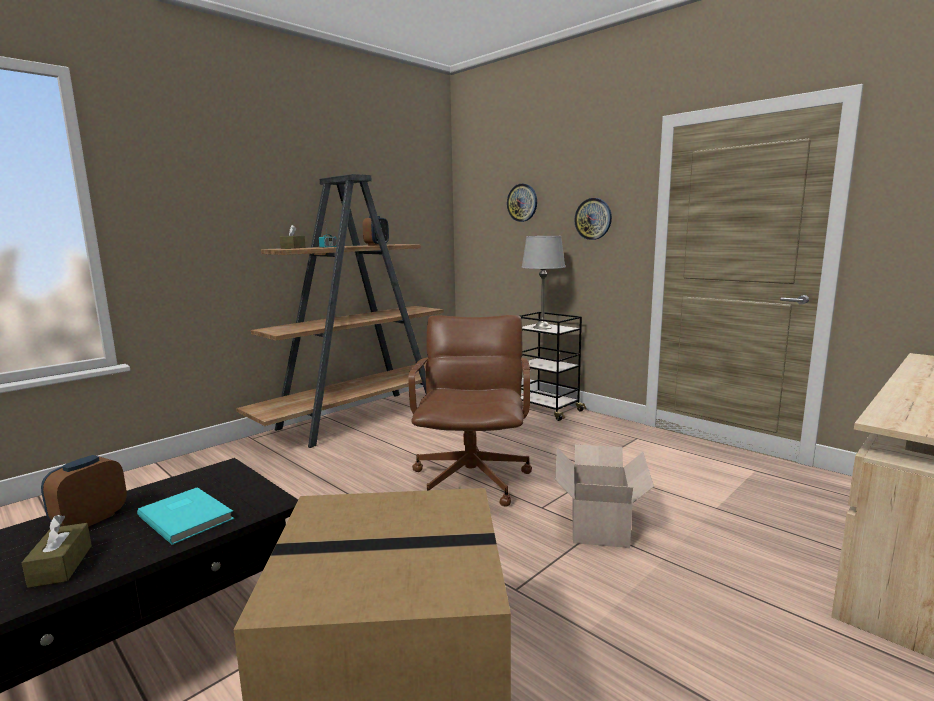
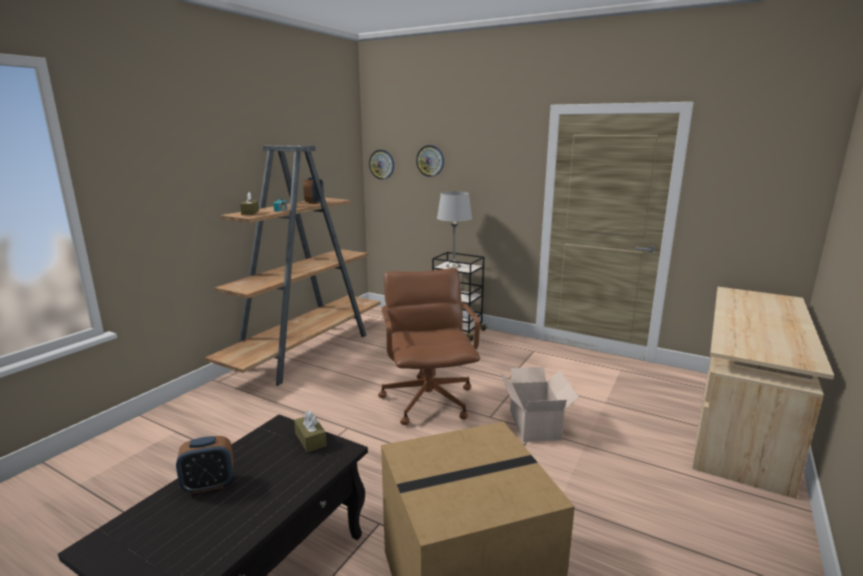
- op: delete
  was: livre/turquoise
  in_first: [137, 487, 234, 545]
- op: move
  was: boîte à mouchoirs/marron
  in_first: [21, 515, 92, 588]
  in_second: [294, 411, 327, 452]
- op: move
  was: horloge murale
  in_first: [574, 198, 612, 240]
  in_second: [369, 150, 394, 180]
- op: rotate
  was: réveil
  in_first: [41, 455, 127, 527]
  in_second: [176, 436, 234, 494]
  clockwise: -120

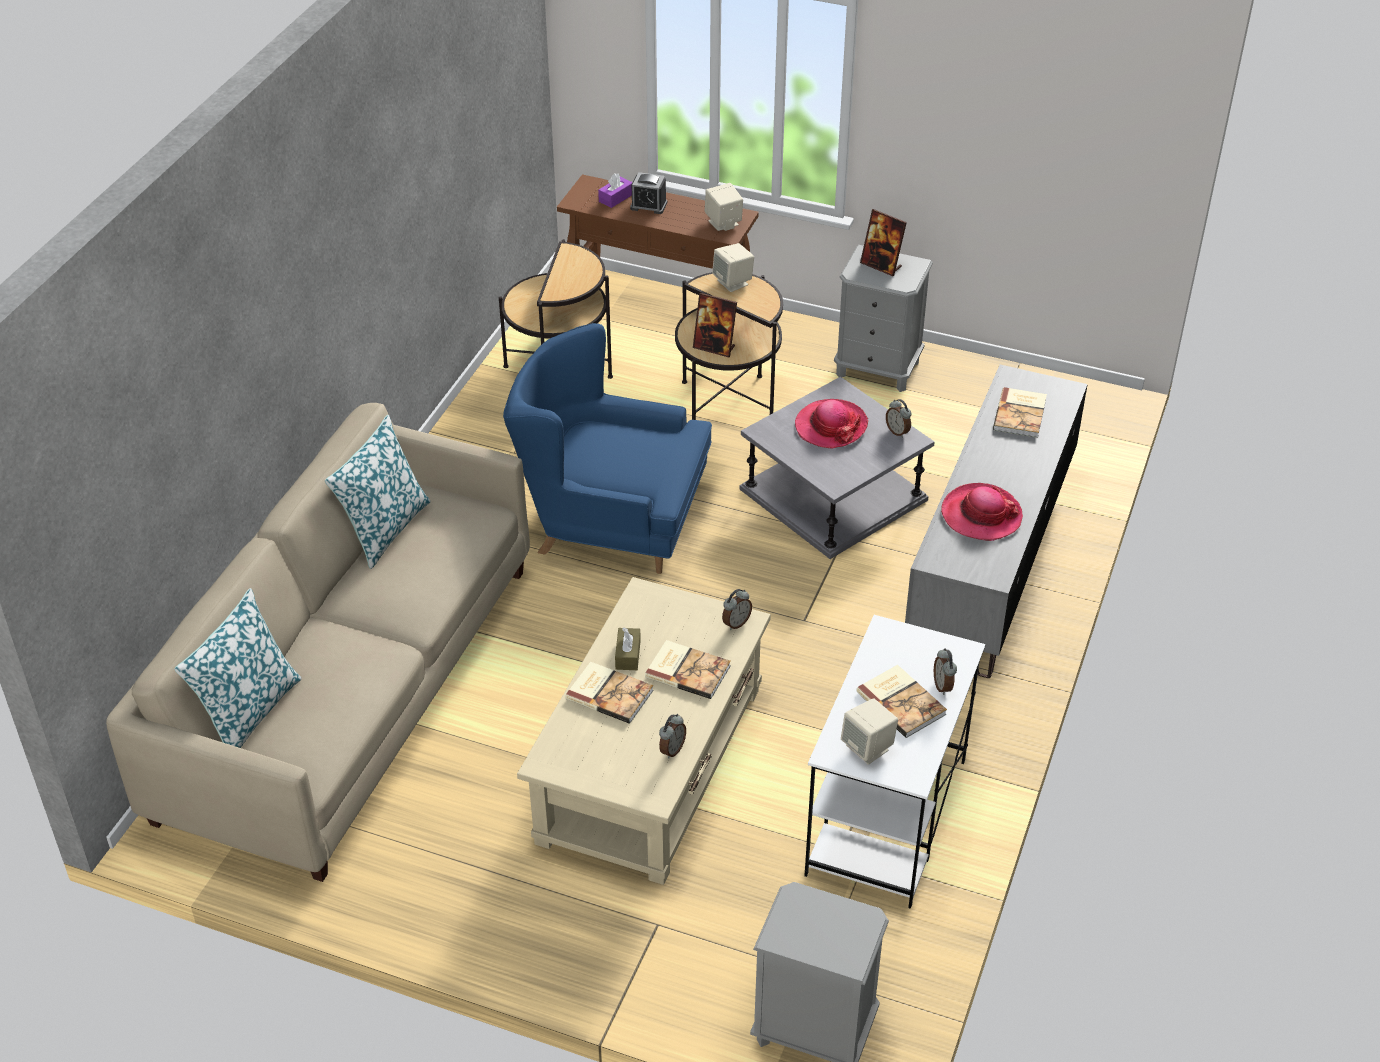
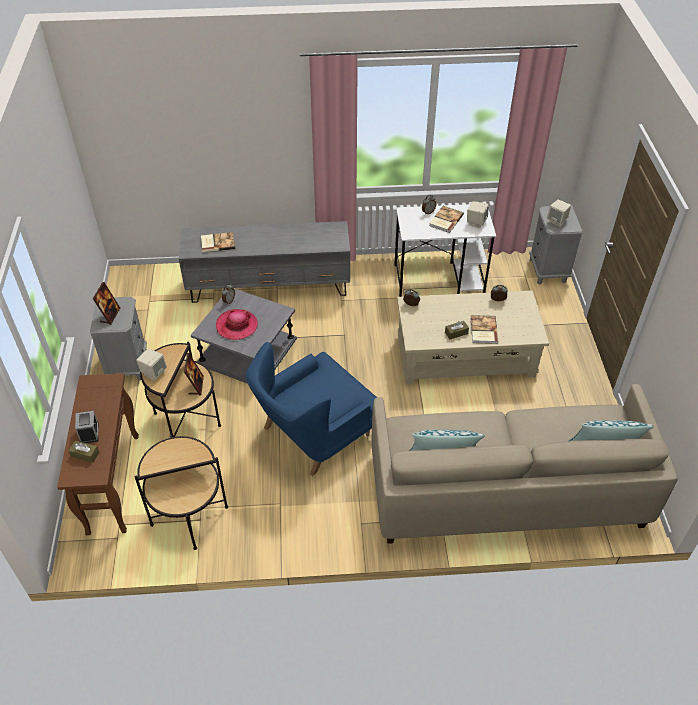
- op: delete
  was: livre
  in_first: [645, 640, 731, 699]
- op: delete
  was: chapeau
  in_first: [941, 483, 1023, 541]
- op: move
  was: enceinte/beige
  in_first: [705, 183, 743, 231]
  in_second: [547, 199, 571, 227]
- op: recolor
  was: boîte à mouchoirs/violet
  now: boîte à mouchoirs/marron
  in_first: [598, 173, 632, 208]
  in_second: [69, 441, 99, 462]
- op: rotate
  was: fauteuil/bleu
  in_first: [503, 323, 712, 574]
  in_second: [246, 342, 377, 476]
  clockwise: 60

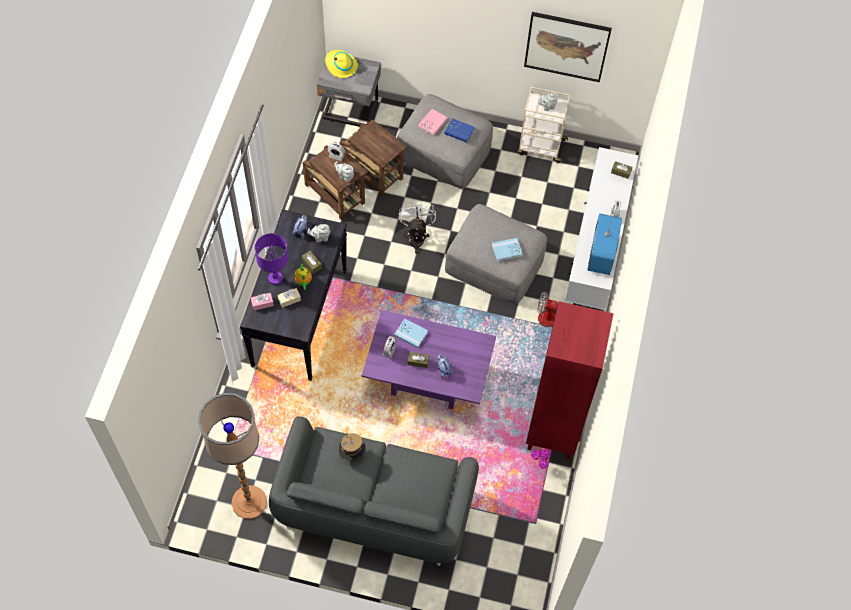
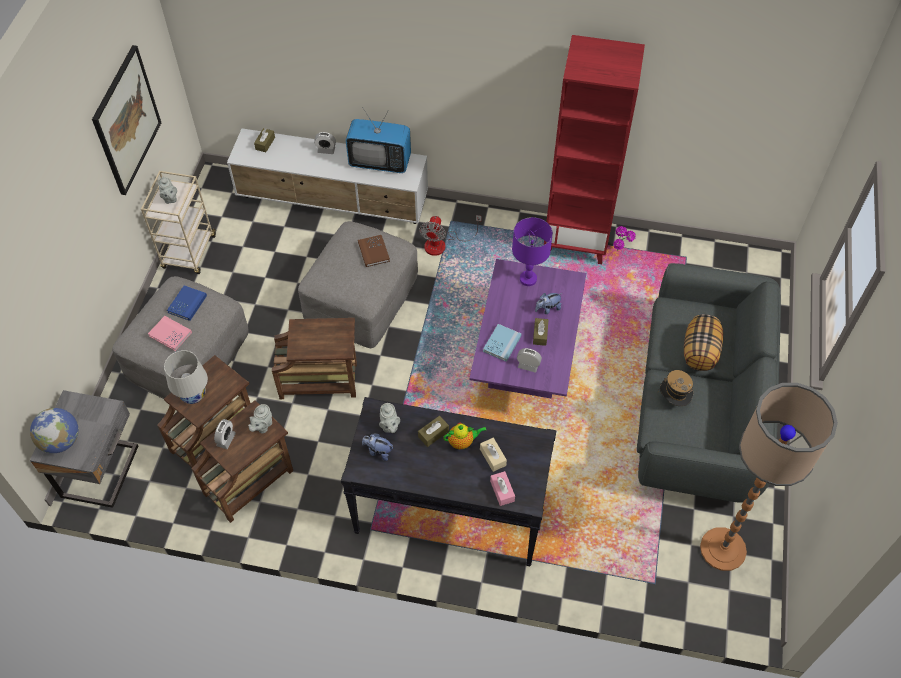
- op: insert
  now: lampe de table/blanc
  in_second: [164, 350, 208, 404]
- op: insert
  now: coussin
  in_second: [684, 314, 723, 371]
- op: move
  was: lampe de table/violet
  in_first: [255, 233, 289, 285]
  in_second: [512, 217, 553, 286]
- op: replace
  was: chapeau/jaune
  now: globe
  in_first: [325, 50, 358, 78]
  in_second: [30, 408, 78, 453]
- op: replace
  was: ventilateur/blanc
  now: table d'appoint/marron
  in_first: [399, 200, 436, 254]
  in_second: [272, 318, 357, 399]
- op: recolor
  was: livre/bleu
  now: livre/marron
  in_first: [492, 238, 522, 261]
  in_second: [358, 235, 390, 267]

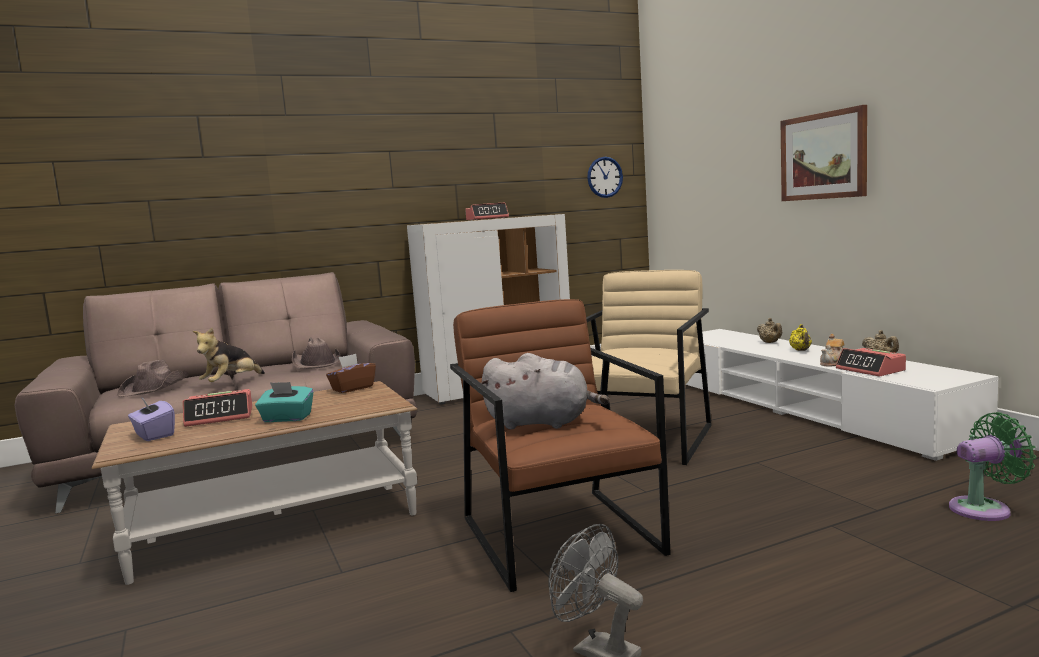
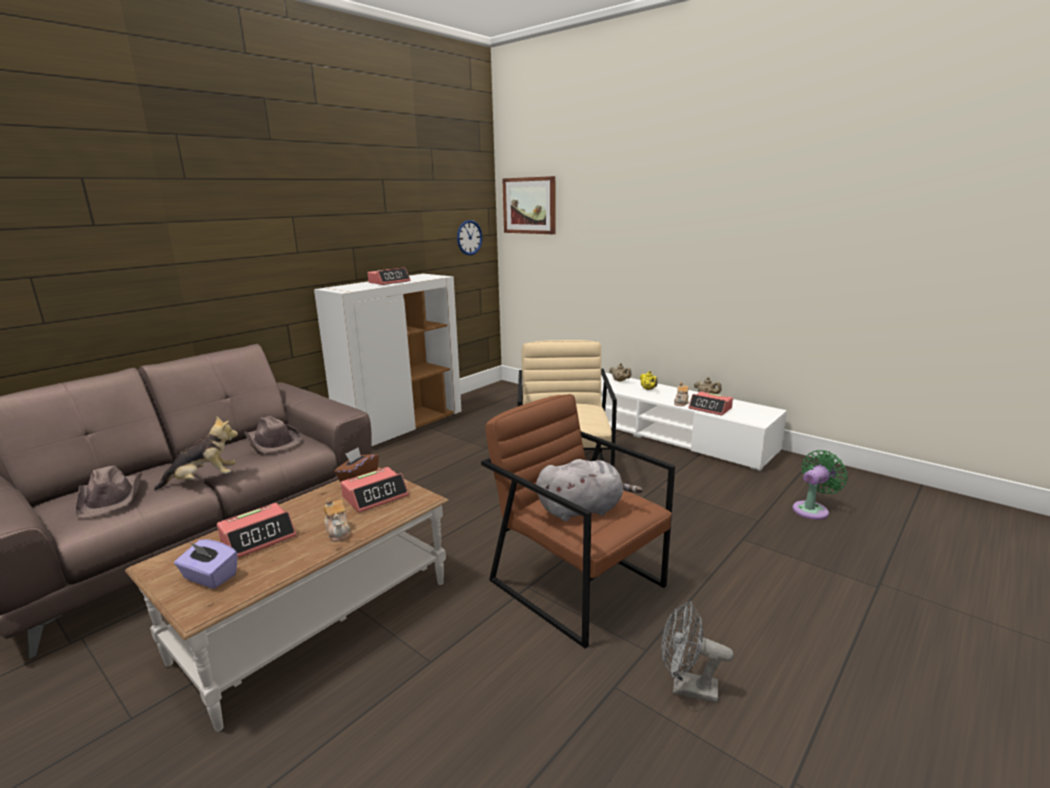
- op: insert
  now: réveil
  in_second: [341, 467, 409, 513]
- op: move
  was: tableau
  in_first: [780, 105, 867, 201]
  in_second: [502, 176, 555, 234]
- op: replace
  was: boîte à mouchoirs/turquoise
  now: théière
  in_first: [255, 382, 314, 422]
  in_second: [323, 497, 351, 542]
- op: rotate
  was: peluche
  in_first: [193, 328, 265, 382]
  in_second: [154, 416, 238, 491]
  clockwise: -120

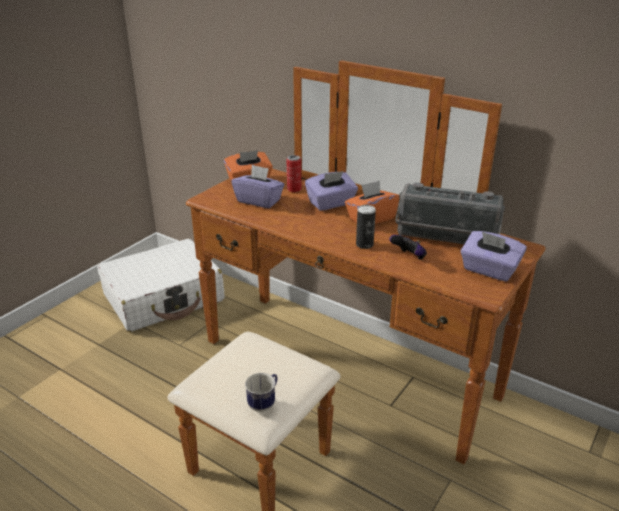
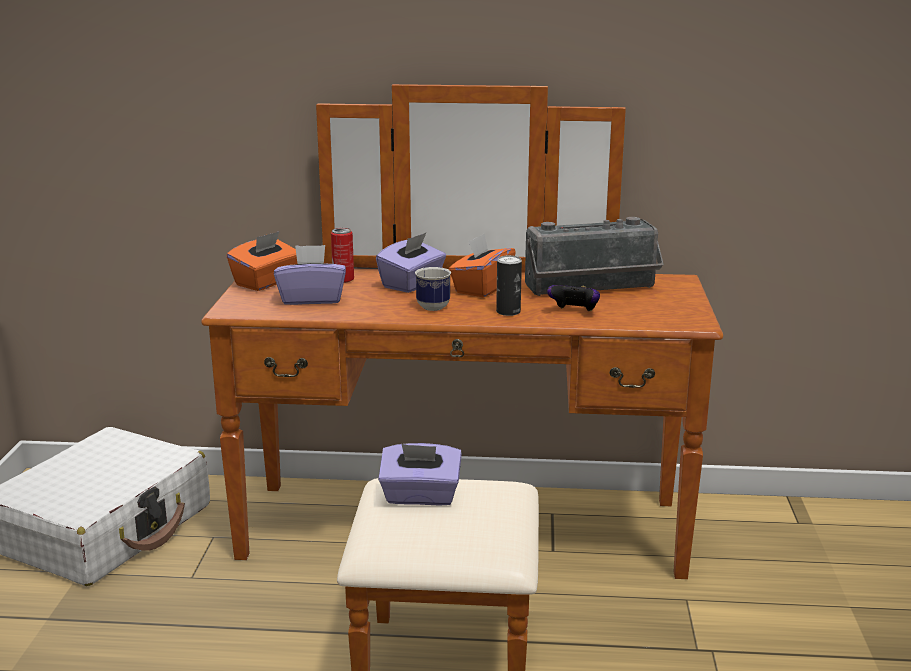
- op: move
  was: mug
  in_first: [245, 373, 277, 412]
  in_second: [415, 267, 451, 311]
- op: move
  was: boîte à mouchoirs/violet
  in_first: [461, 231, 527, 282]
  in_second: [378, 443, 462, 506]

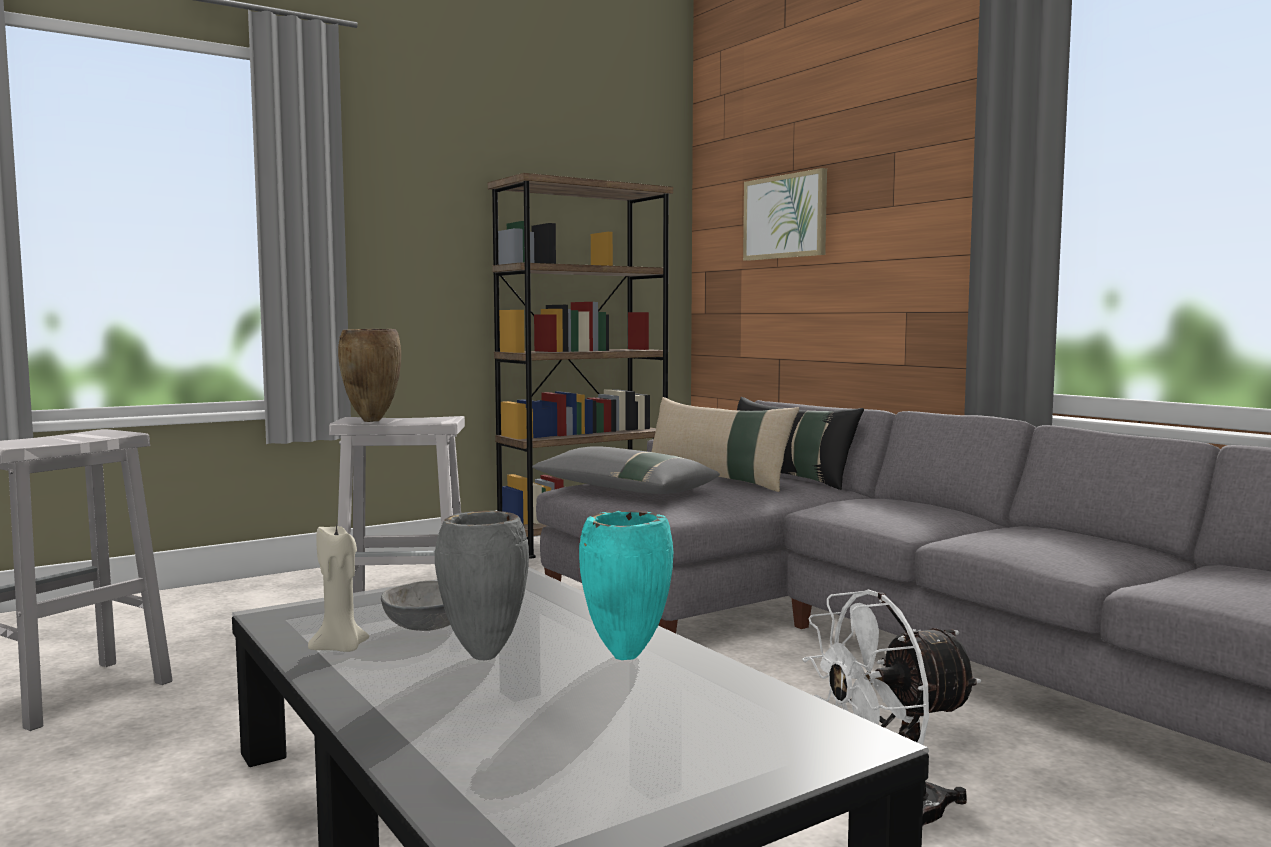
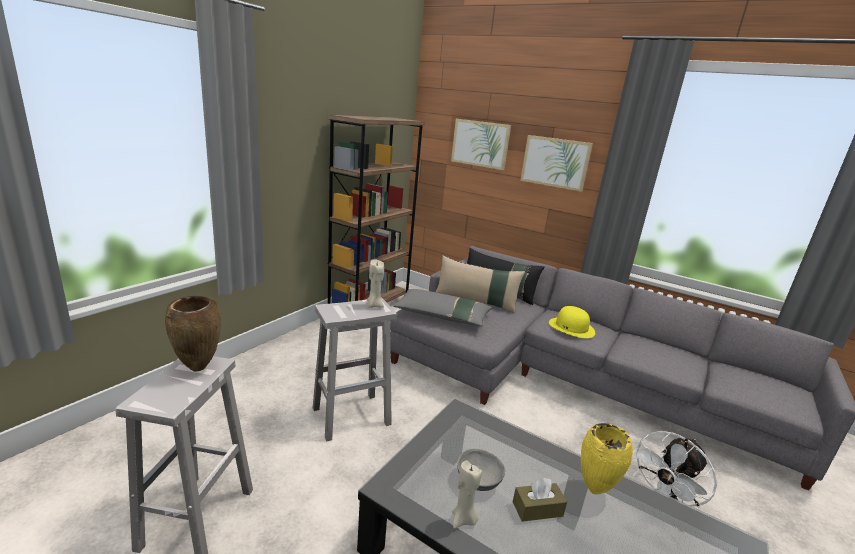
- op: insert
  now: bougie/beige
  in_second: [367, 259, 384, 308]
- op: insert
  now: tableau
  in_second: [520, 135, 593, 192]
- op: insert
  now: chapeau/jaune
  in_second: [549, 306, 595, 338]
- op: move
  was: vase/marron
  in_first: [338, 329, 401, 422]
  in_second: [165, 296, 221, 372]
- op: replace
  was: vase/gris
  now: boîte à mouchoirs/marron
  in_first: [435, 511, 529, 660]
  in_second: [513, 478, 567, 522]
- op: recolor
  was: vase/turquoise
  now: vase/jaune
  in_first: [579, 510, 673, 660]
  in_second: [581, 423, 633, 495]

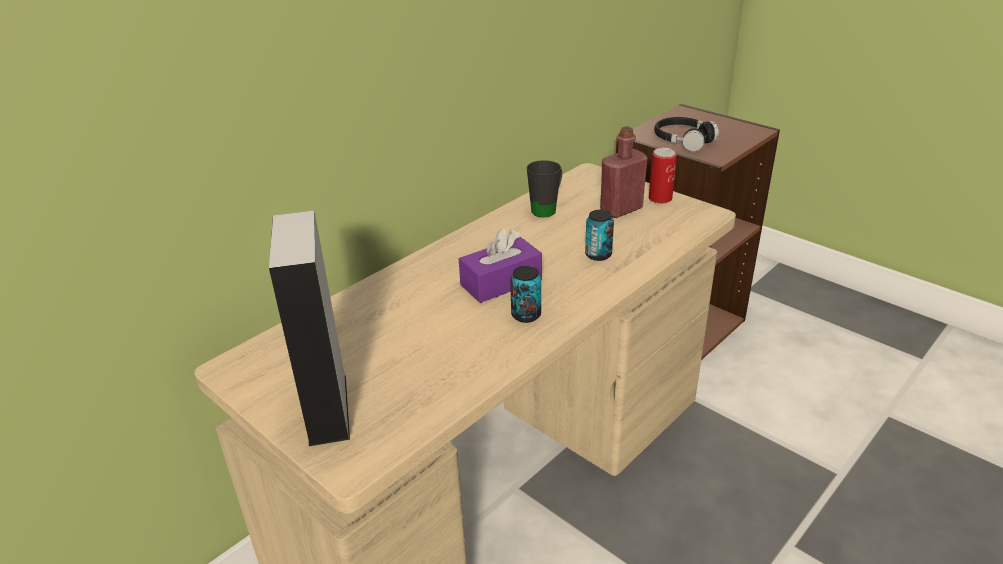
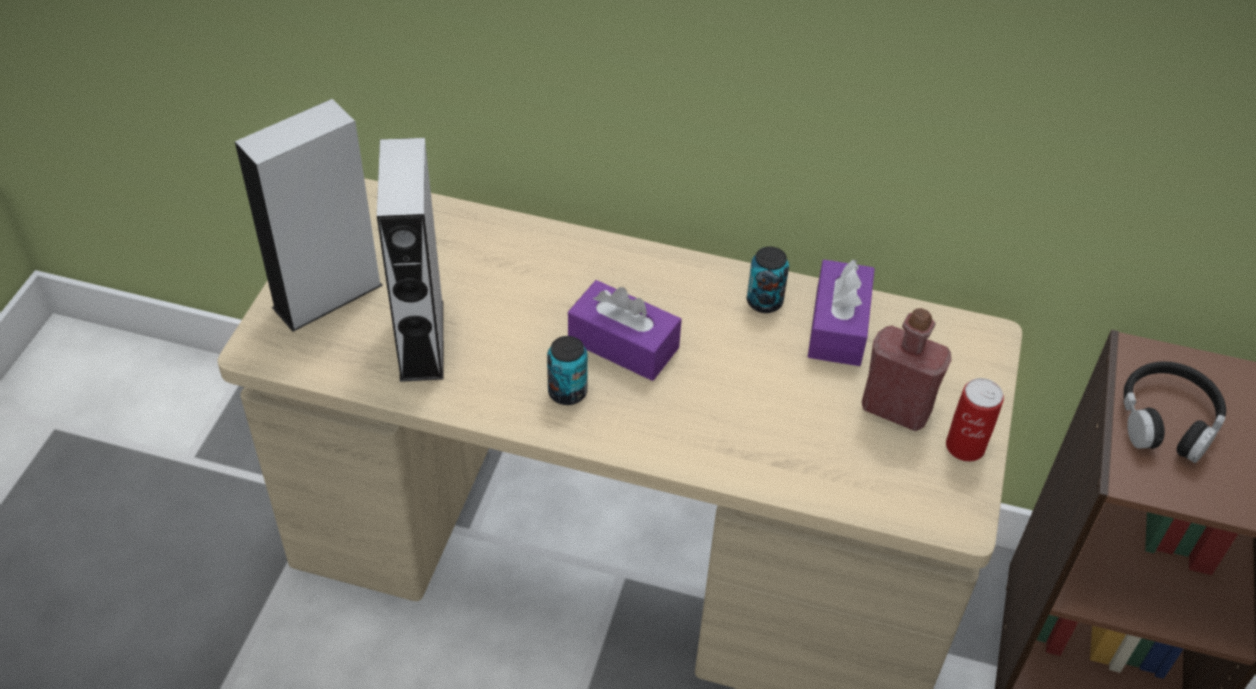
- op: insert
  now: enceinte/gris
  in_second: [377, 138, 443, 382]
- op: move
  was: boîte métallique
  in_first: [585, 210, 614, 261]
  in_second: [747, 247, 789, 313]
- op: replace
  was: mug/noir
  now: boîte à mouchoirs/violet
  in_first: [527, 160, 562, 217]
  in_second: [808, 259, 875, 366]

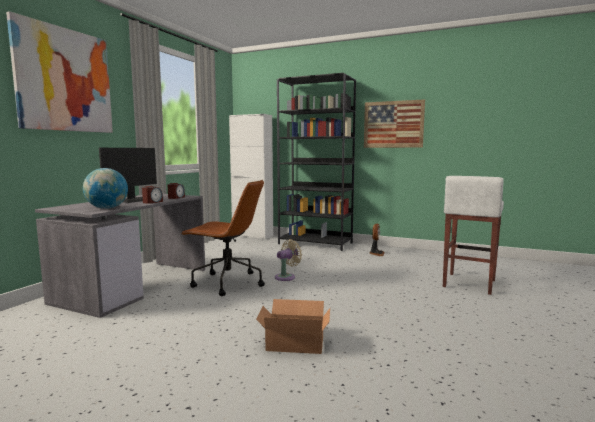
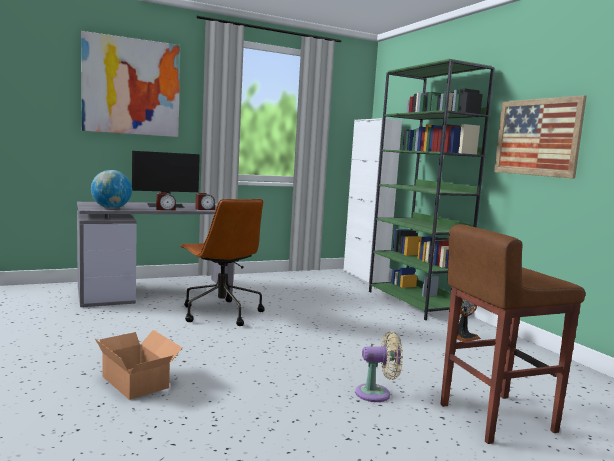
- op: move
  was: ventilateur/beige
  in_first: [275, 239, 302, 281]
  in_second: [355, 331, 403, 402]
- op: recolor
  was: bibliothèque/noir
  now: bibliothèque/vert
  in_first: [277, 73, 356, 251]
  in_second: [369, 59, 494, 320]
- op: recolor
  was: tabouret/blanc
  now: tabouret/marron
  in_first: [443, 176, 504, 295]
  in_second: [440, 224, 585, 444]

